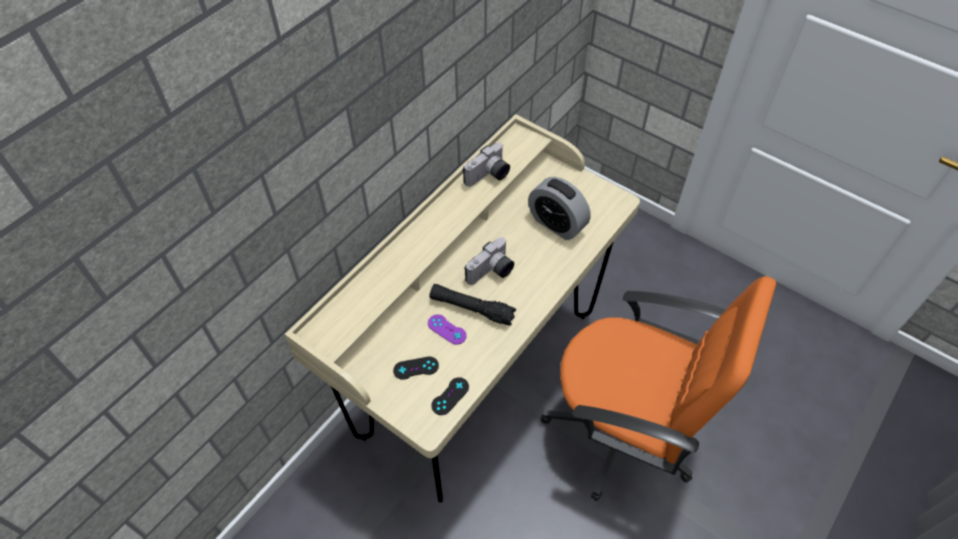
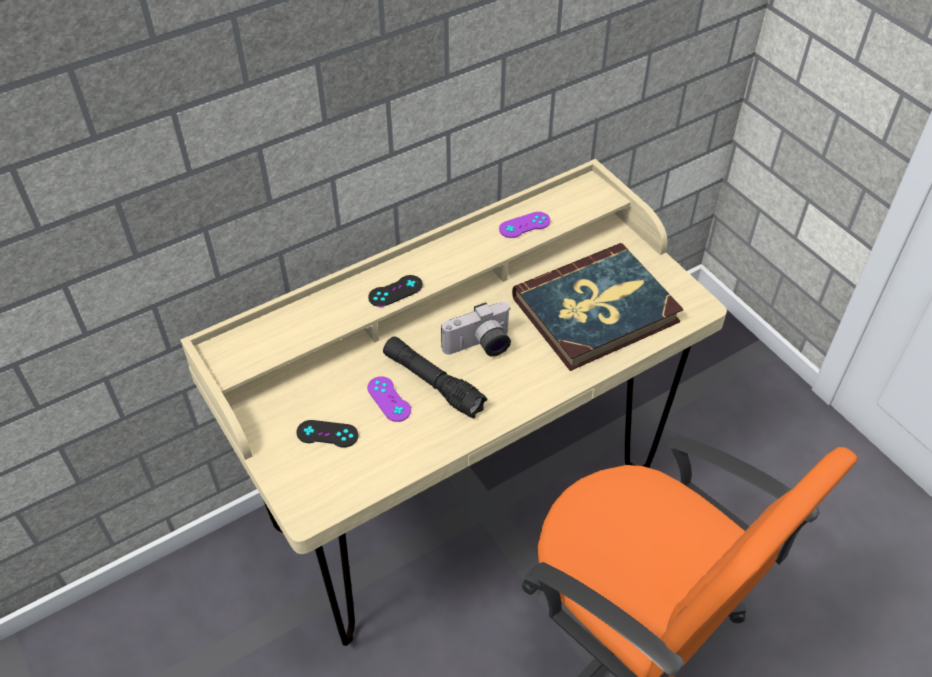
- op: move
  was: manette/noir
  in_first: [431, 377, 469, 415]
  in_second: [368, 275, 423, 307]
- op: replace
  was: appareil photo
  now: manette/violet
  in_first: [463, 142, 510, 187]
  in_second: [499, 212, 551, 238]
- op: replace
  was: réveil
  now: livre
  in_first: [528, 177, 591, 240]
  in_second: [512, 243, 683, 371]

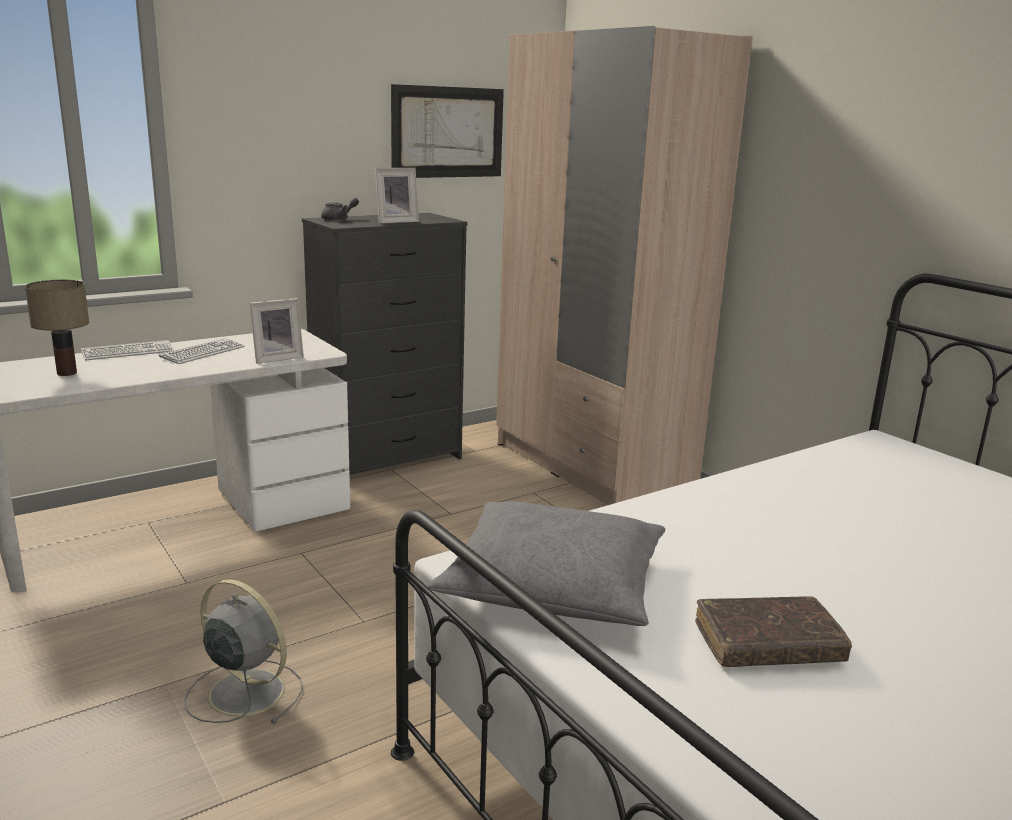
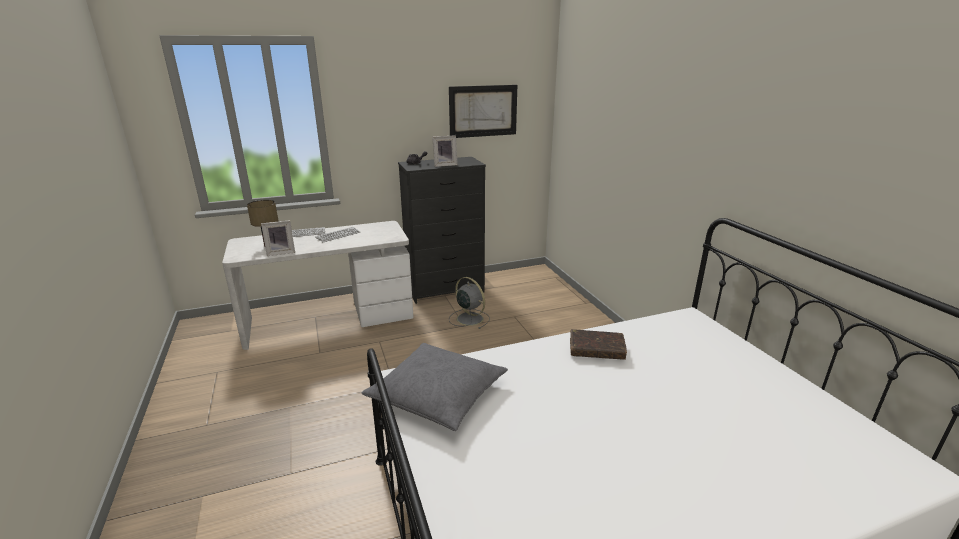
- op: delete
  was: armoire/beige
  in_first: [496, 26, 753, 505]
- op: move
  was: ventilateur/gris
  in_first: [184, 579, 303, 724]
  in_second: [449, 277, 490, 329]
- op: move
  was: cadre photo
  in_first: [249, 298, 304, 364]
  in_second: [261, 220, 295, 256]
- op: move
  was: livre/marron
  in_first: [695, 597, 852, 667]
  in_second: [570, 329, 627, 360]

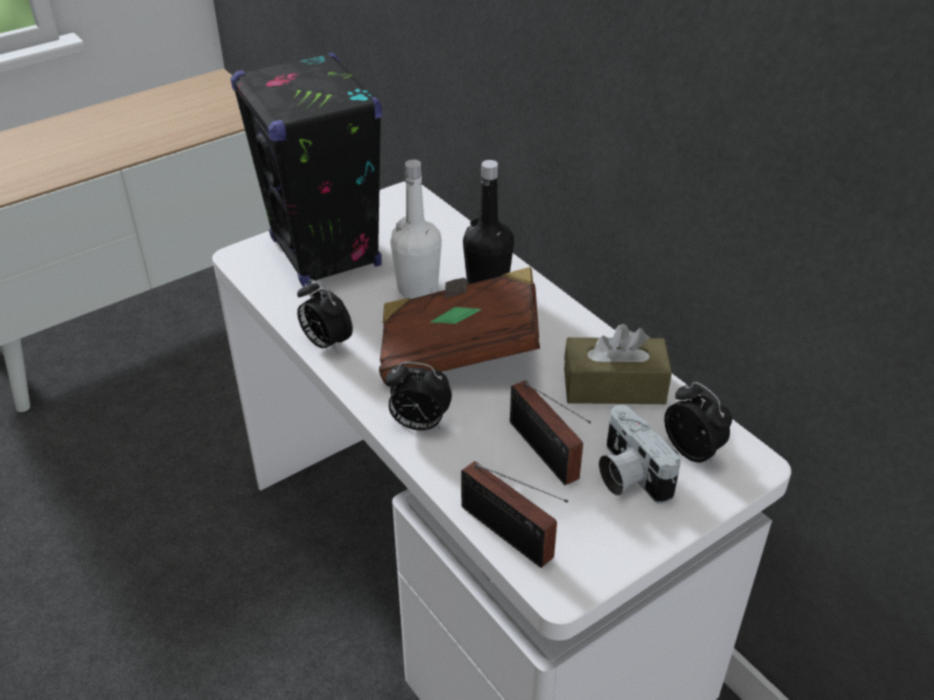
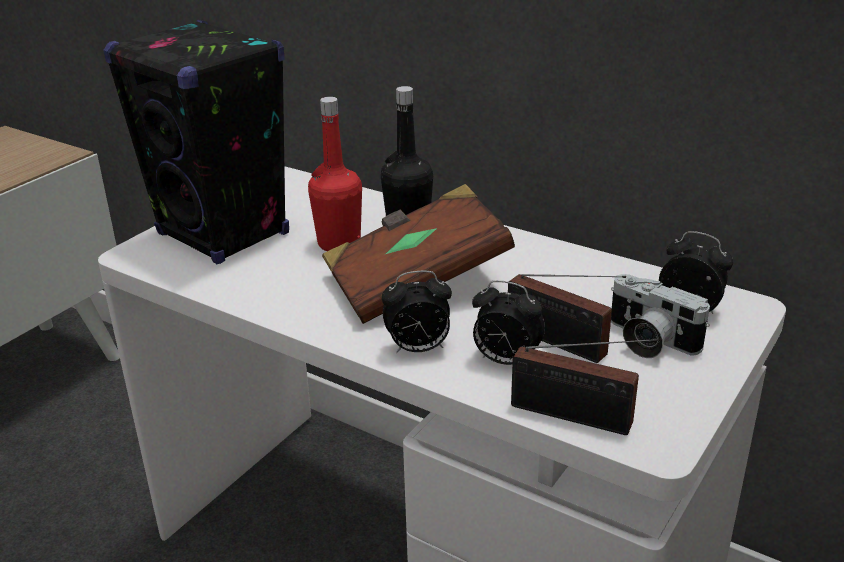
- op: delete
  was: boîte à mouchoirs/marron
  in_first: [564, 324, 672, 404]
- op: move
  was: réveil
  in_first: [297, 279, 353, 354]
  in_second: [472, 280, 545, 365]
- op: recolor
  was: bouteille/blanc
  now: bouteille/rouge
  in_first: [390, 159, 442, 299]
  in_second: [308, 97, 362, 251]

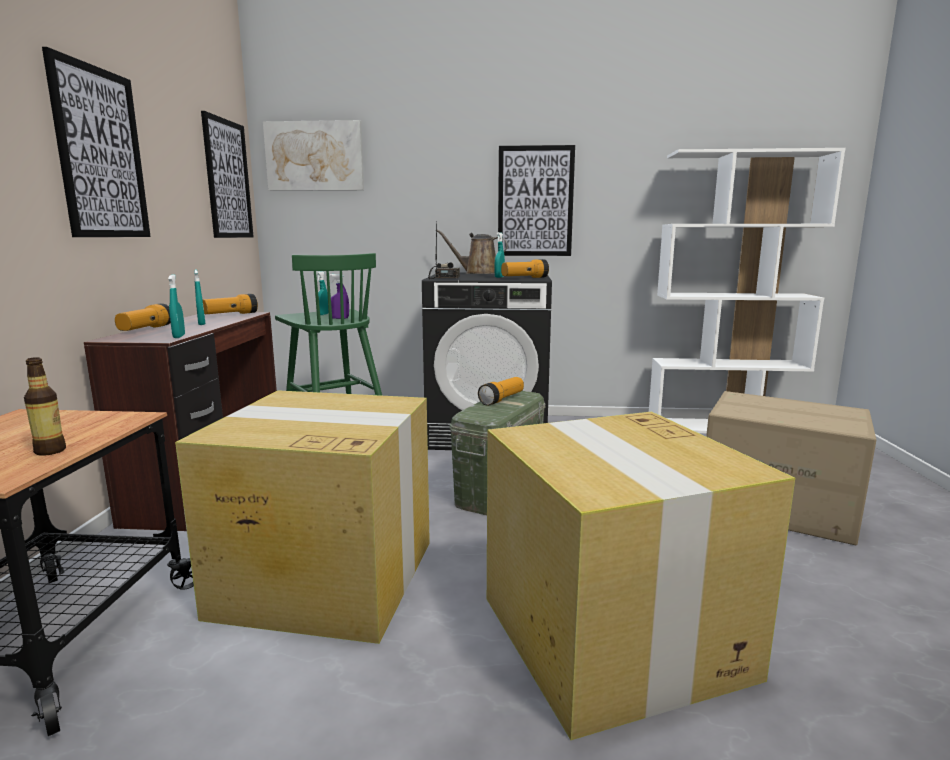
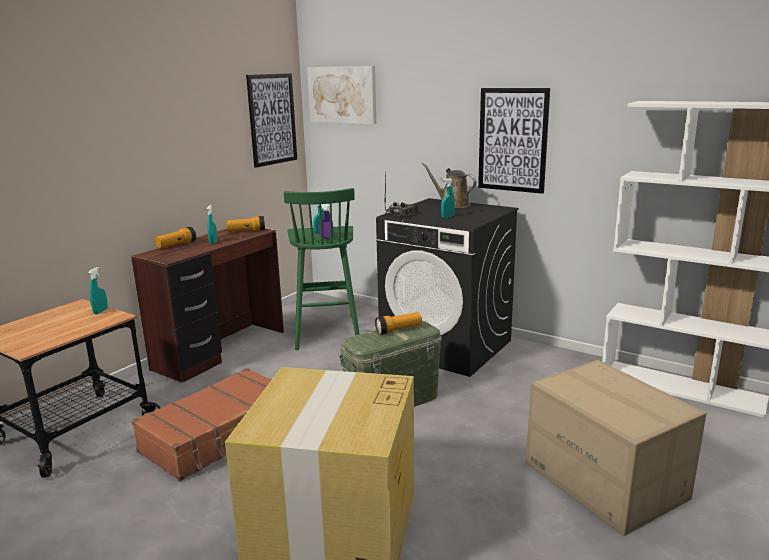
- op: delete
  was: bouteille
  in_first: [24, 357, 66, 456]
- op: delete
  was: tableau
  in_first: [42, 47, 151, 237]
- op: delete
  was: lampe de poche
  in_first: [501, 259, 549, 278]
- op: move
  was: vaporisateur/turquoise
  in_first: [168, 274, 185, 338]
  in_second: [88, 267, 108, 314]
- op: replace
  was: carton
  now: valise/marron
  in_first: [175, 390, 430, 644]
  in_second: [132, 368, 271, 481]

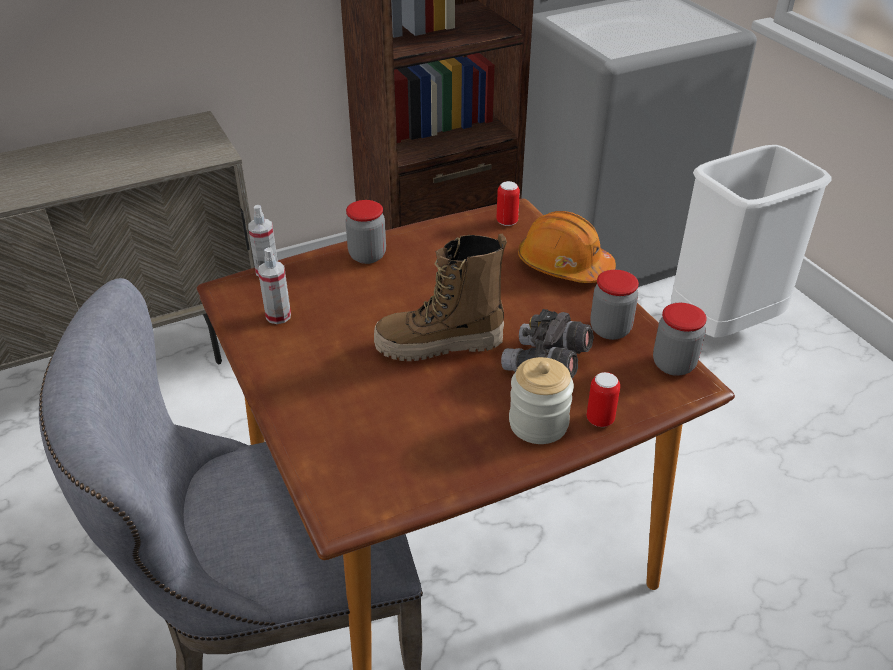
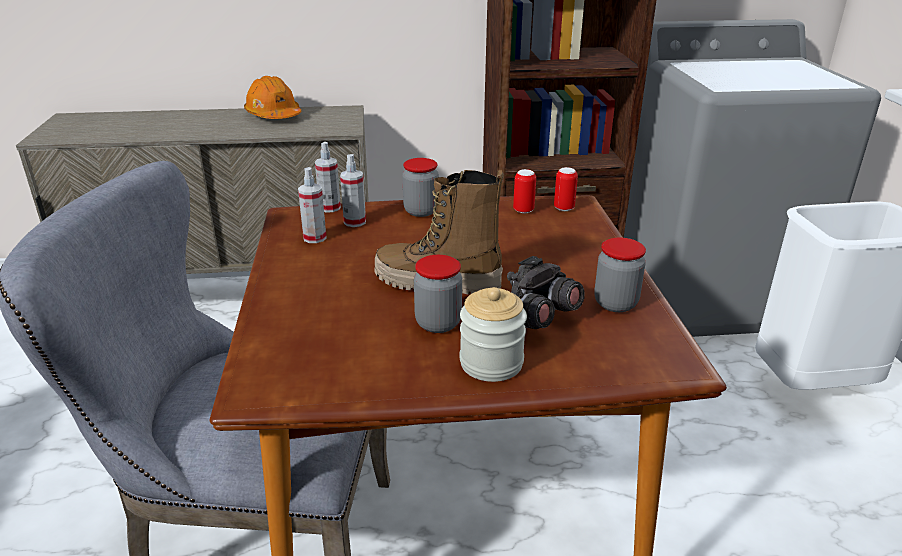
- op: insert
  now: vaporisateur
  in_second: [340, 154, 366, 227]
- op: move
  was: casque de chantier/orange
  in_first: [518, 211, 616, 283]
  in_second: [244, 76, 301, 119]
- op: move
  was: boîte métallique
  in_first: [587, 372, 620, 427]
  in_second: [513, 169, 536, 213]
- op: move
  was: bocal
  in_first: [653, 303, 707, 376]
  in_second: [414, 255, 462, 333]

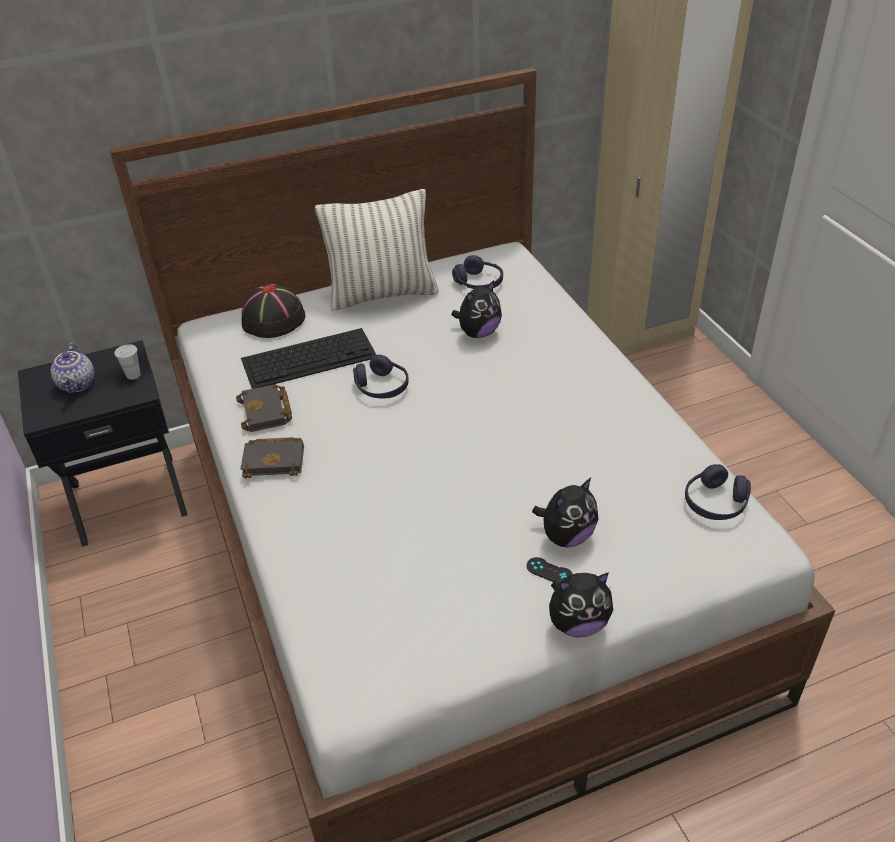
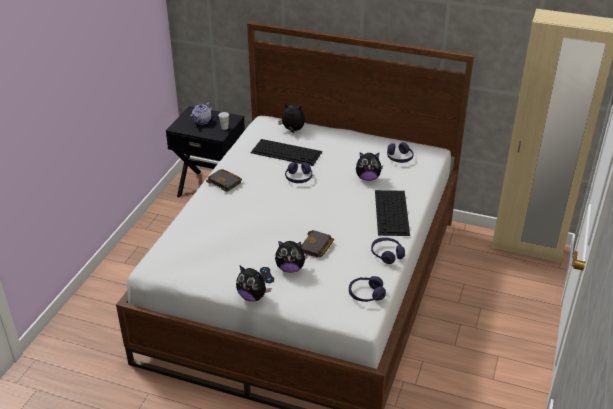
- op: delete
  was: coussin
  in_first: [315, 189, 439, 311]
- op: insert
  now: casque audio/violet
  in_second: [371, 237, 405, 264]
- op: insert
  now: clavier
  in_second: [375, 190, 410, 236]
- op: move
  was: livre/noir
  in_first: [236, 384, 292, 432]
  in_second: [301, 230, 334, 258]
- op: replace
  was: chapeau/noir
  now: peluche
  in_first: [241, 284, 305, 338]
  in_second: [278, 102, 305, 133]

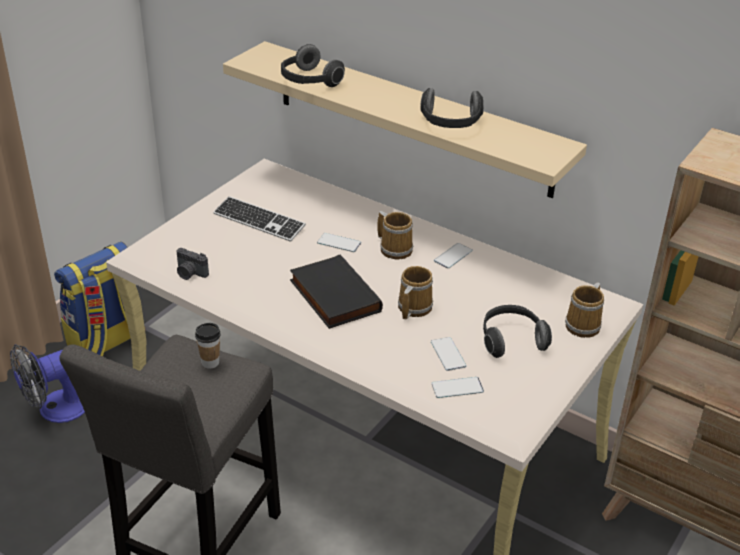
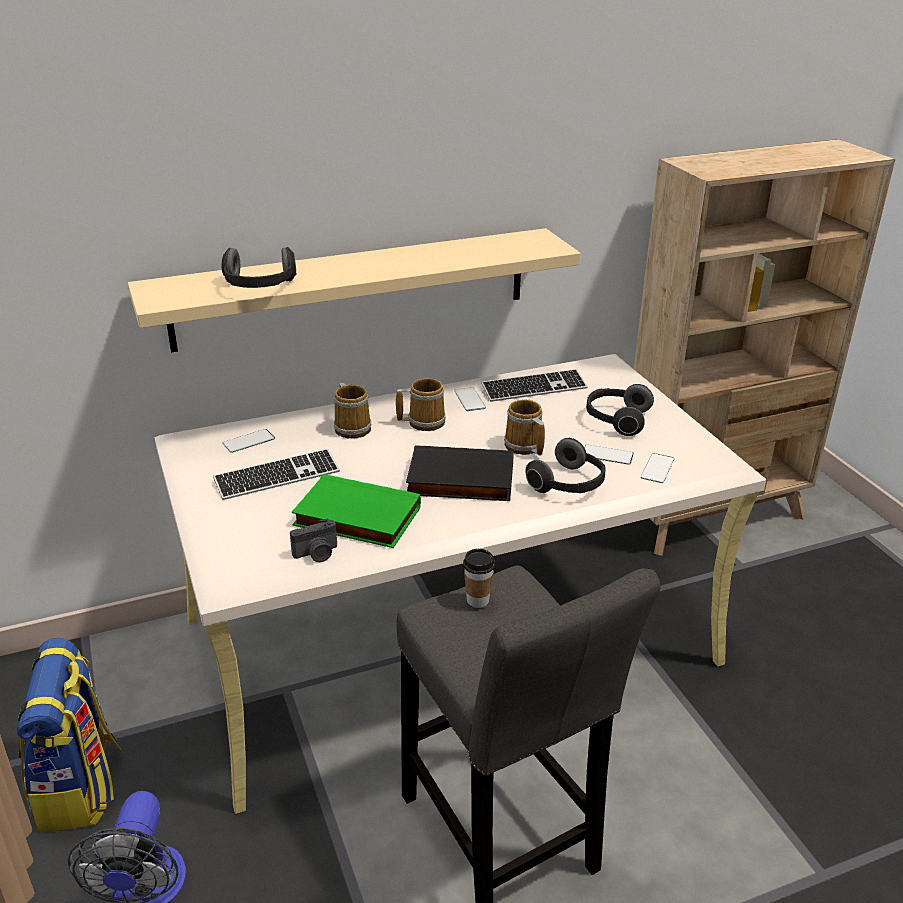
- op: insert
  now: livre/vert
  in_second: [292, 474, 421, 548]
- op: insert
  now: clavier
  in_second: [481, 369, 588, 402]
- op: move
  was: téléphone
  in_first: [317, 233, 361, 252]
  in_second: [222, 429, 275, 453]
- op: move
  was: casque audio
  in_first: [420, 88, 484, 128]
  in_second: [526, 438, 605, 493]
- op: move
  was: mug
  in_first: [565, 282, 604, 338]
  in_second: [334, 383, 372, 439]

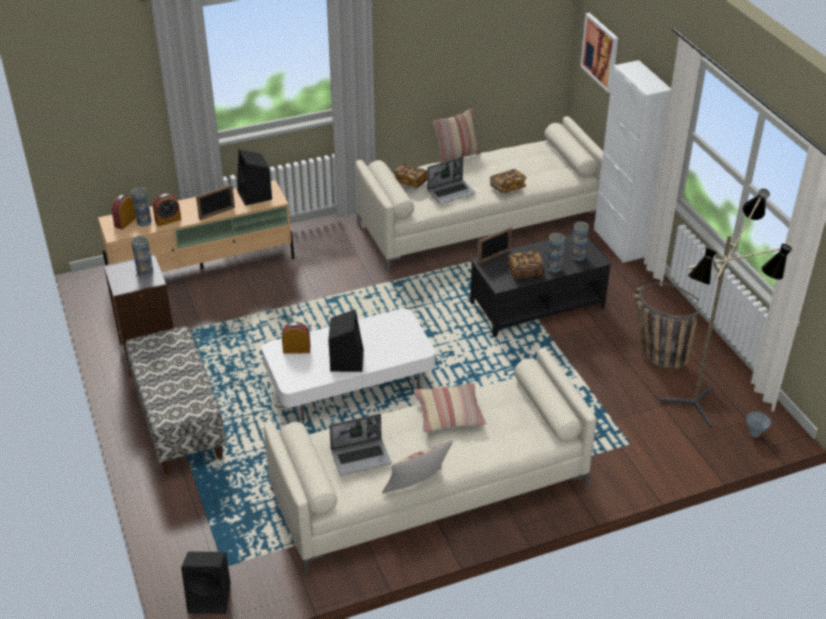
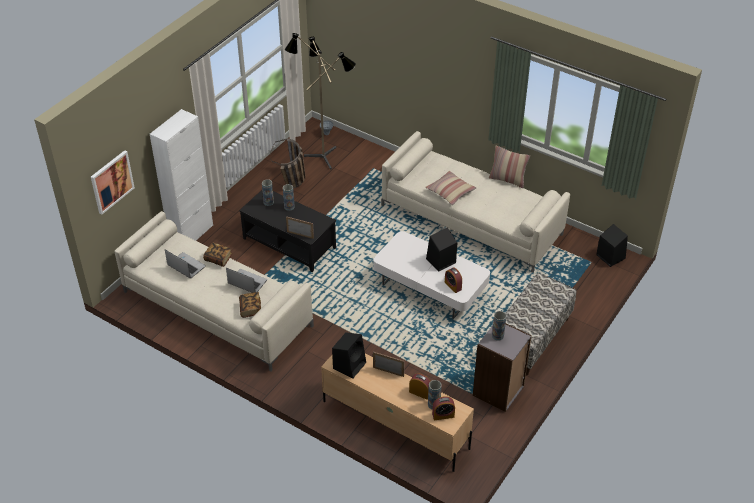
- op: delete
  was: coussin
  in_first: [433, 108, 481, 163]
- op: delete
  was: livre
  in_first: [508, 251, 545, 280]
- op: move
  was: ordinateur portable
  in_first: [329, 414, 391, 476]
  in_second: [165, 249, 206, 278]

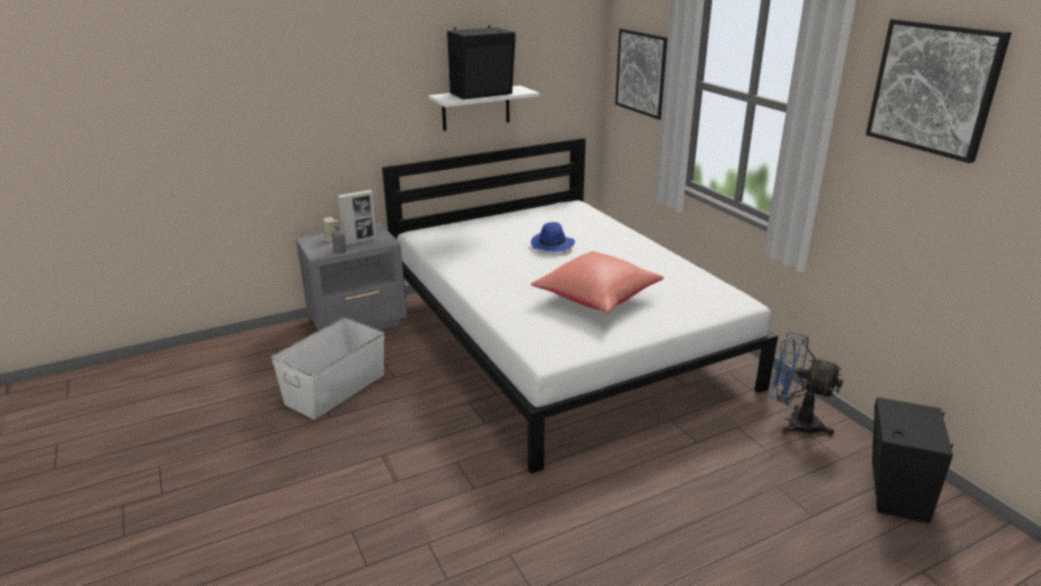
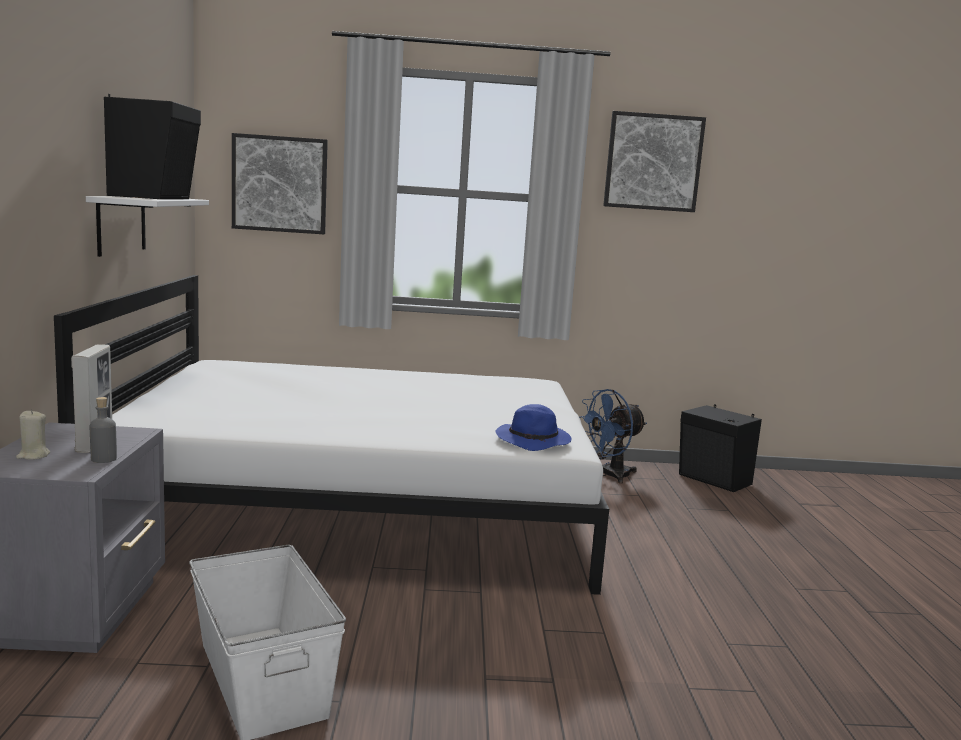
- op: delete
  was: coussin/rouge
  in_first: [531, 251, 664, 314]
- op: move
  was: chapeau/bleu
  in_first: [531, 222, 575, 252]
  in_second: [495, 404, 571, 451]

